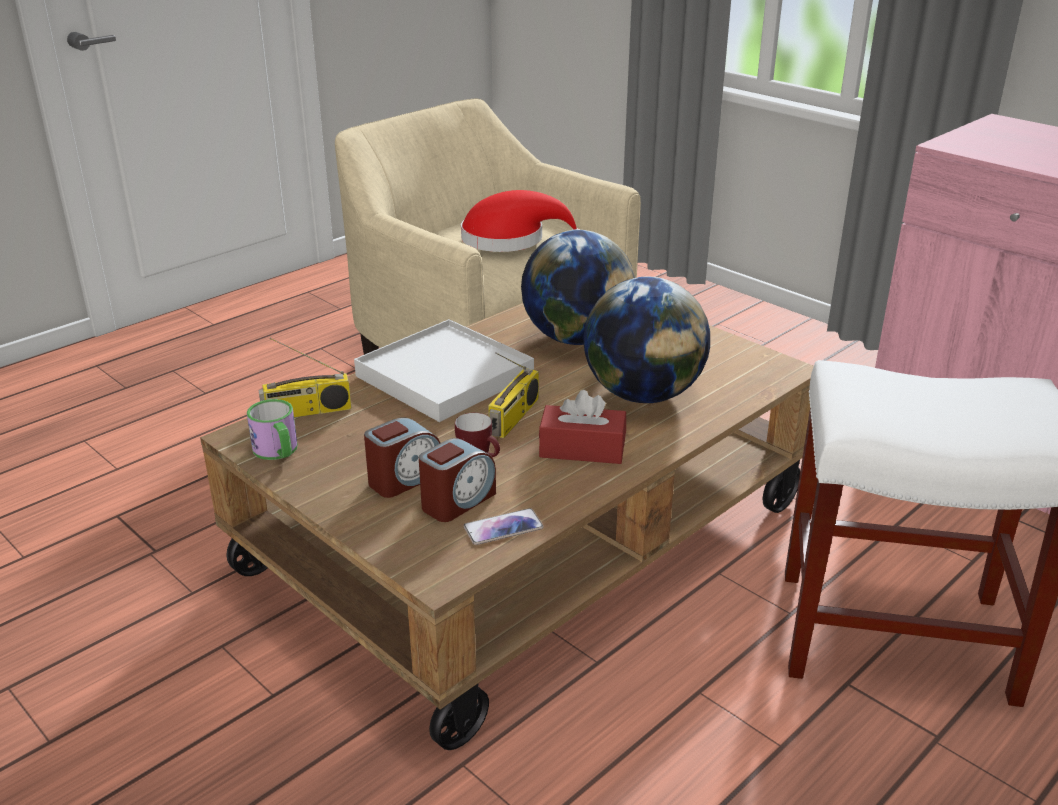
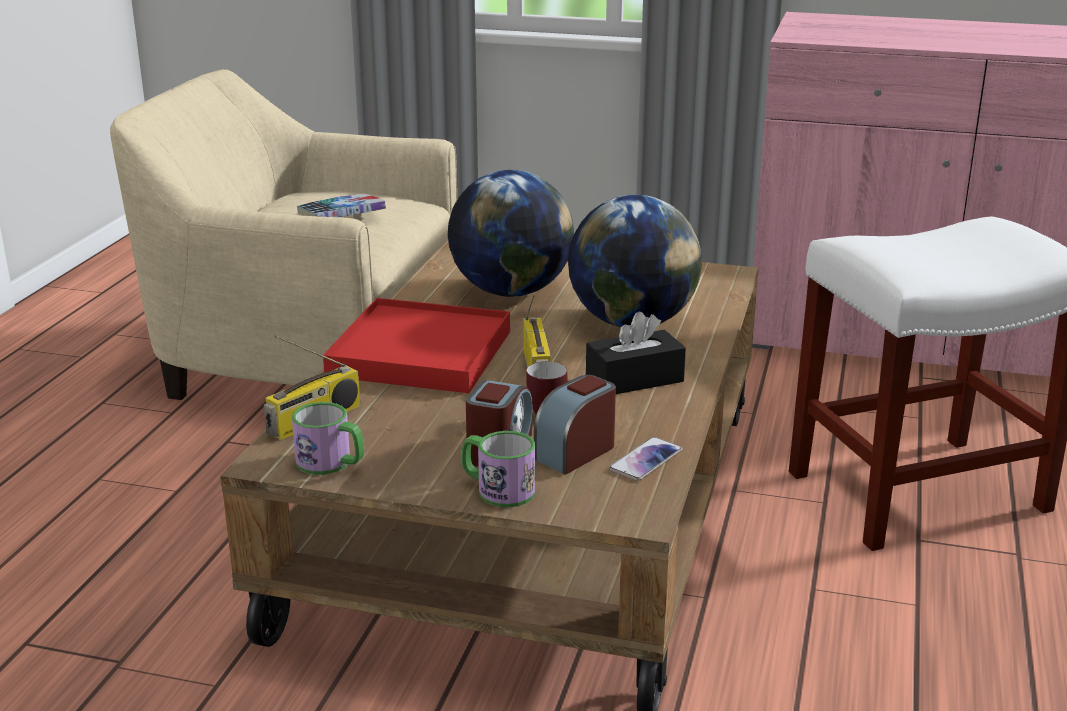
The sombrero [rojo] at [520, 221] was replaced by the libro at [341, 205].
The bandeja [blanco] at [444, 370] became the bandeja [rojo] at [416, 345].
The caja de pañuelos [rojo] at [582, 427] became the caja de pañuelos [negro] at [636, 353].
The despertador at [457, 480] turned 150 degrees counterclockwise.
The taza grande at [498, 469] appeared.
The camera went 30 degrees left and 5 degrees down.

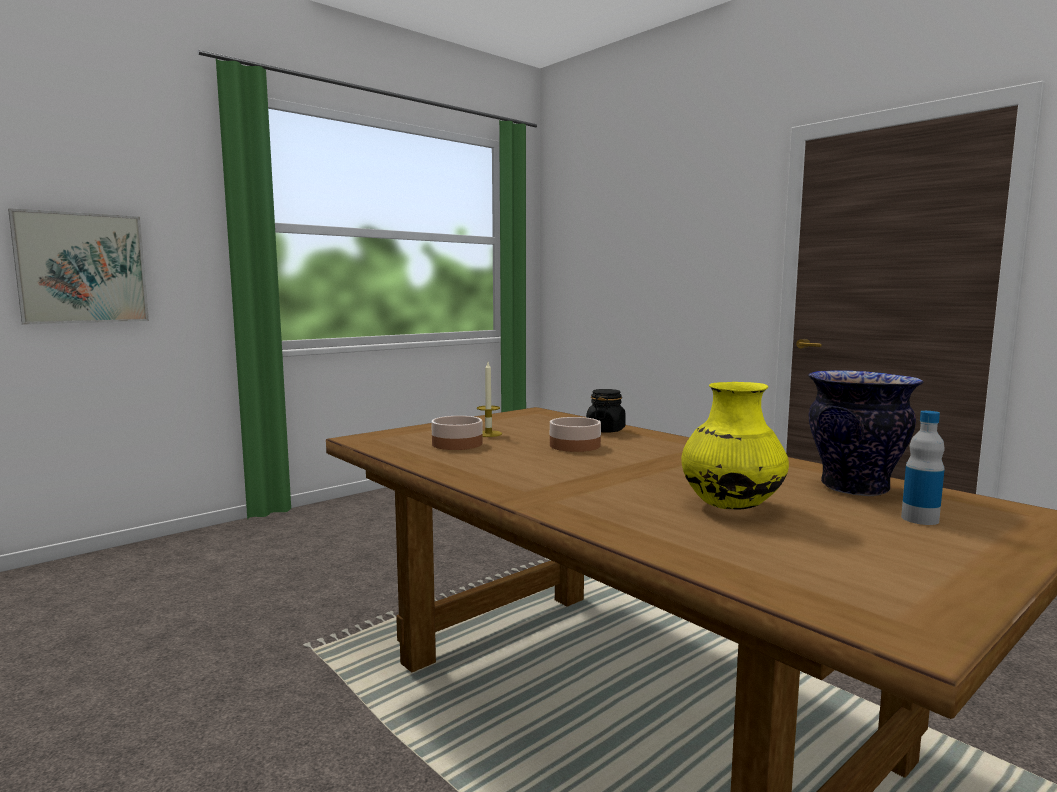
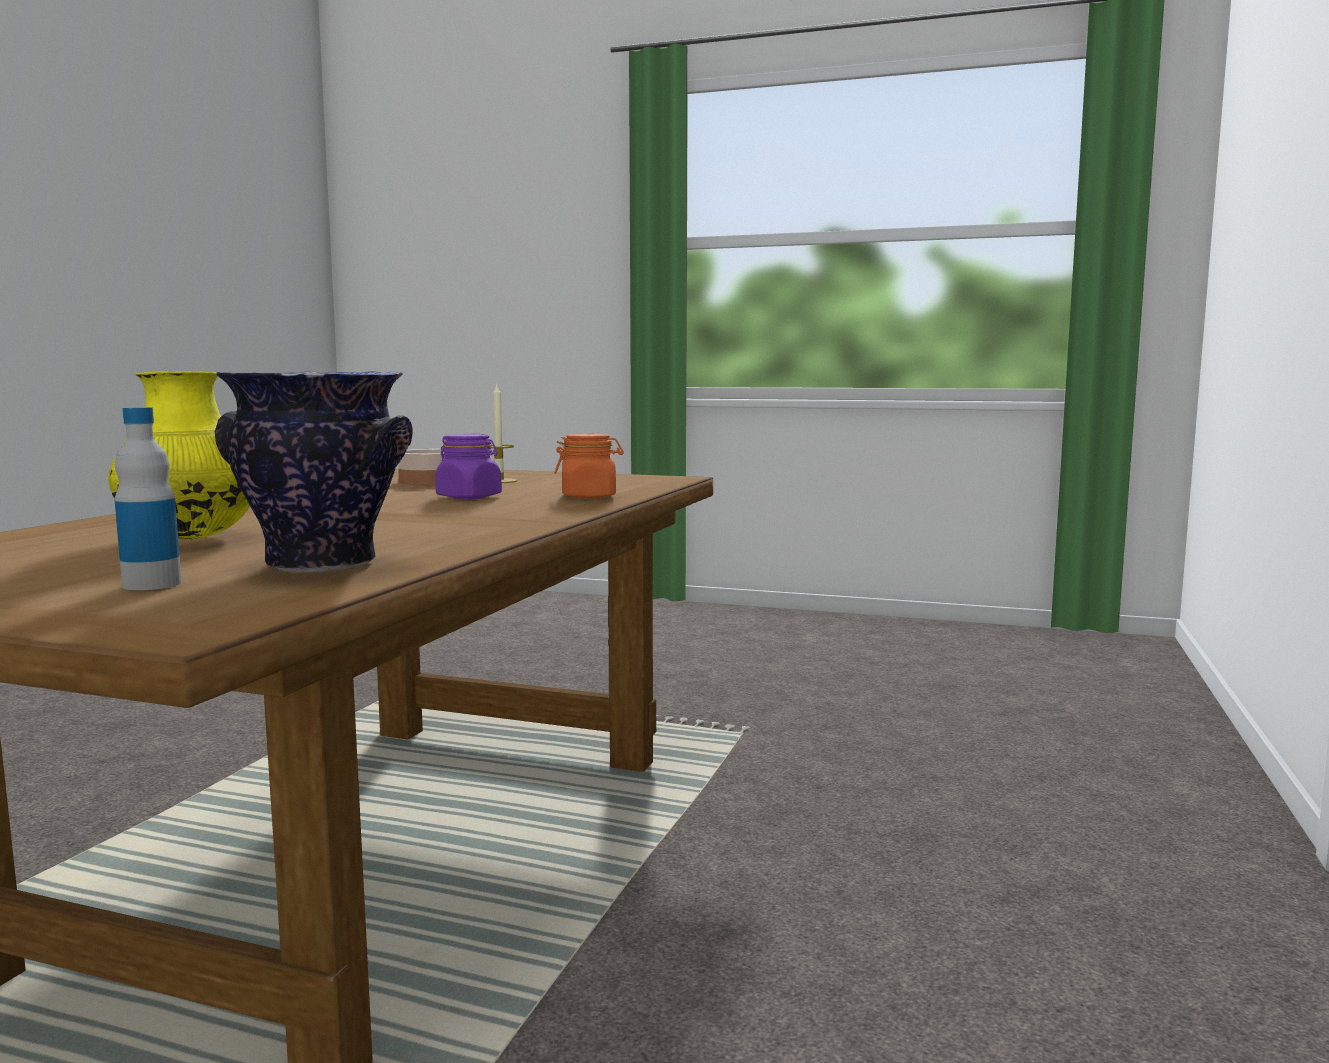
The cuadro at [78, 266] disappeared.
The tarro [negro] at [606, 411] became the tarro [naranja] at [589, 466].
The cuenco at [575, 434] was replaced by the tarro [morado] at [468, 466].
The camera went 60 degrees right and 0 degrees up.

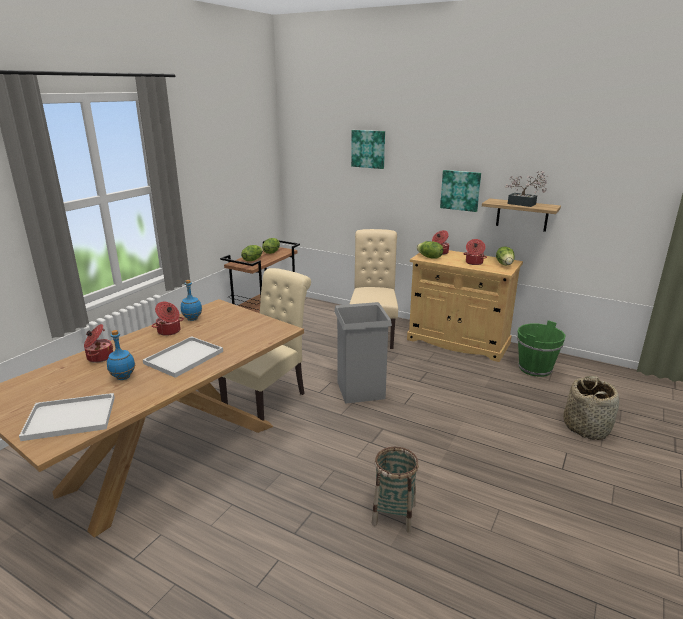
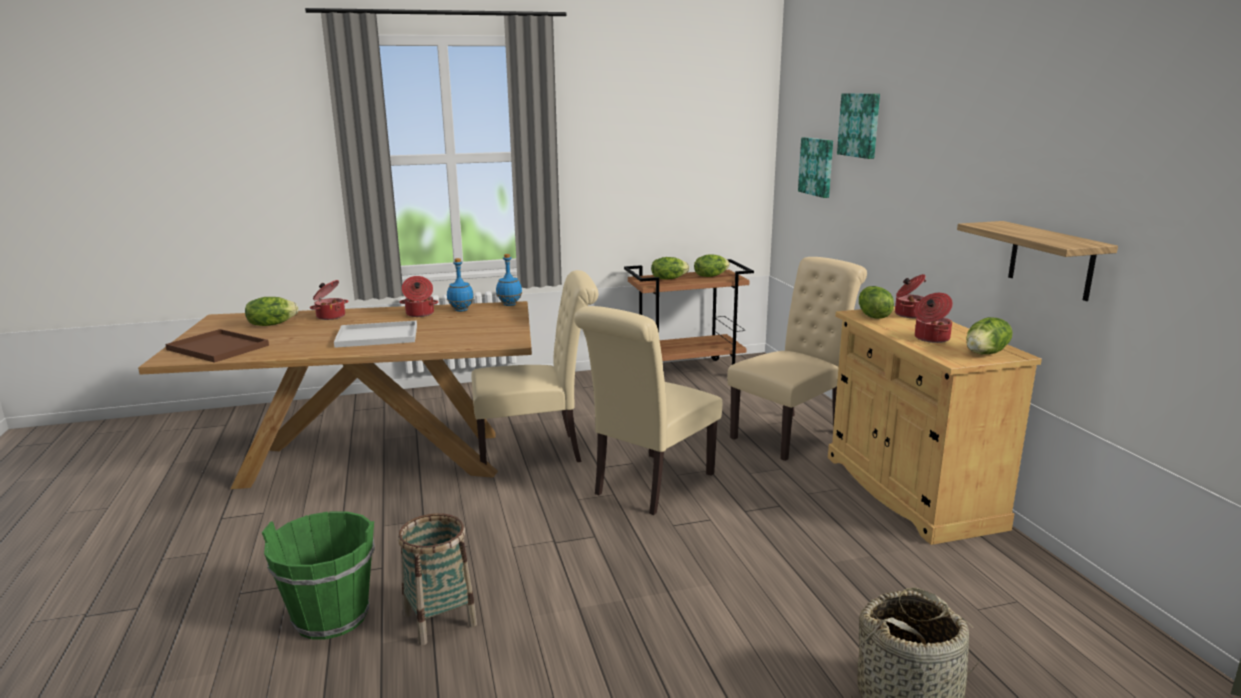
The cuadro moved from [460, 191] to [815, 167].
The planta en maceta at [527, 189] disappeared.
The papelera [gris] at [363, 352] was replaced by the silla [beis] at [648, 410].
The cubo [verde] moved from [541, 348] to [318, 575].
The botella [azul] moved from [121, 355] to [509, 280].
The bandeja [blanco] at [67, 417] became the bandeja [marrón] at [217, 346].
The lechuga at [271, 311] appeared.
The camera went 45 degrees right and 5 degrees down.

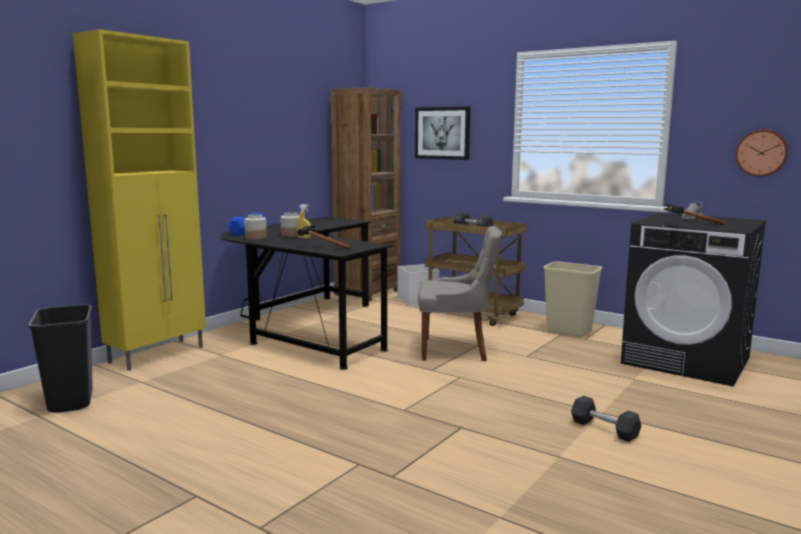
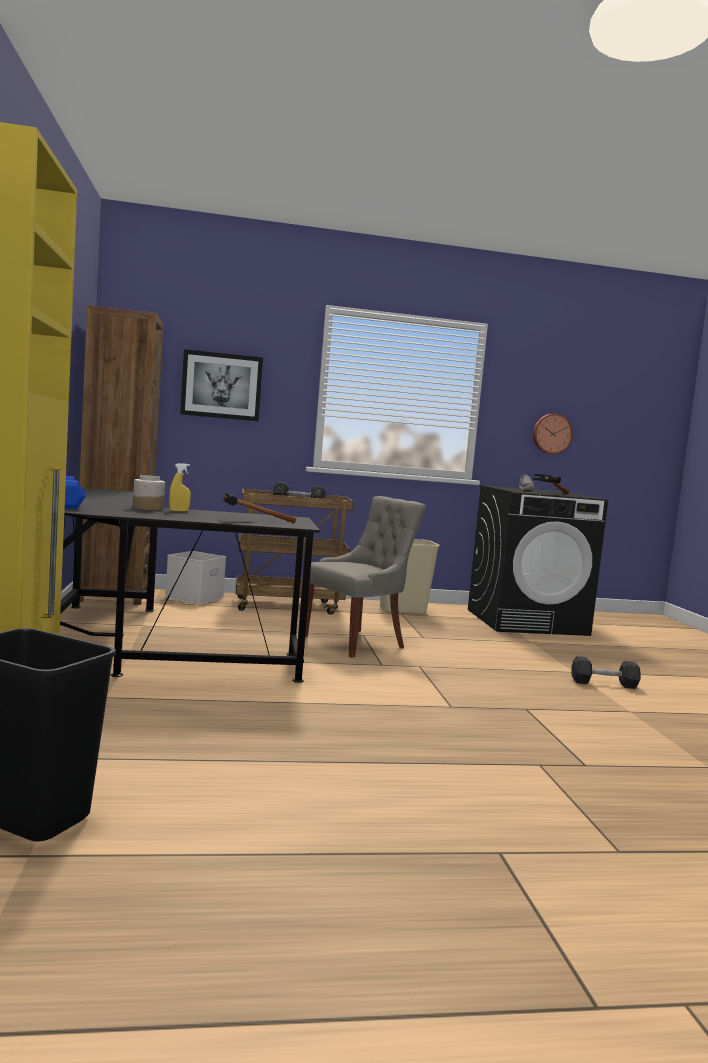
The tarro at [255, 227] disappeared.
The camera went 45 degrees left and 5 degrees down.

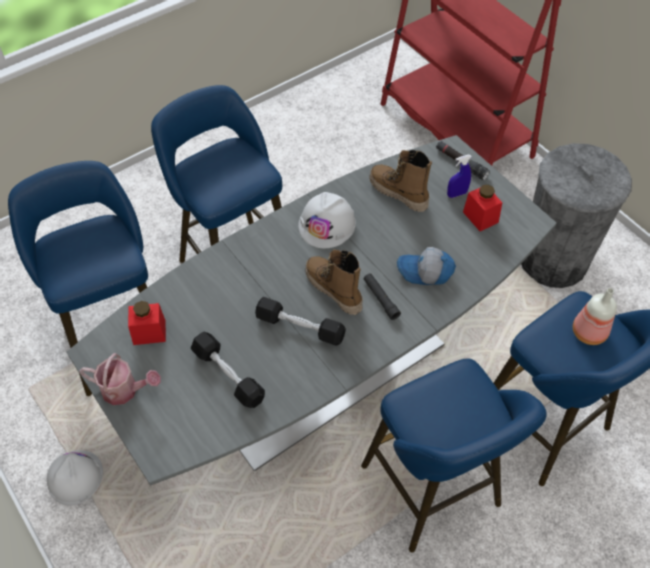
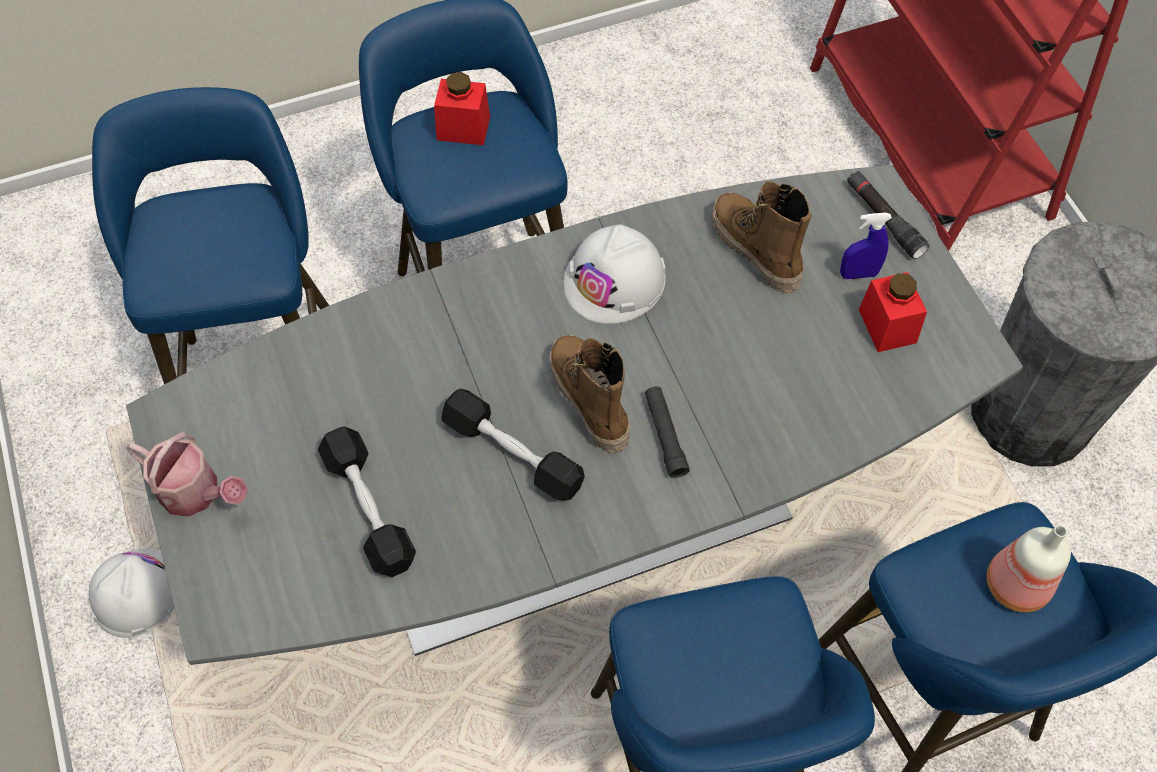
The gorra at [426, 266] disappeared.
The tarro [rojo] moved from [147, 323] to [462, 108].
The camera went 15 degrees right and 5 degrees up.

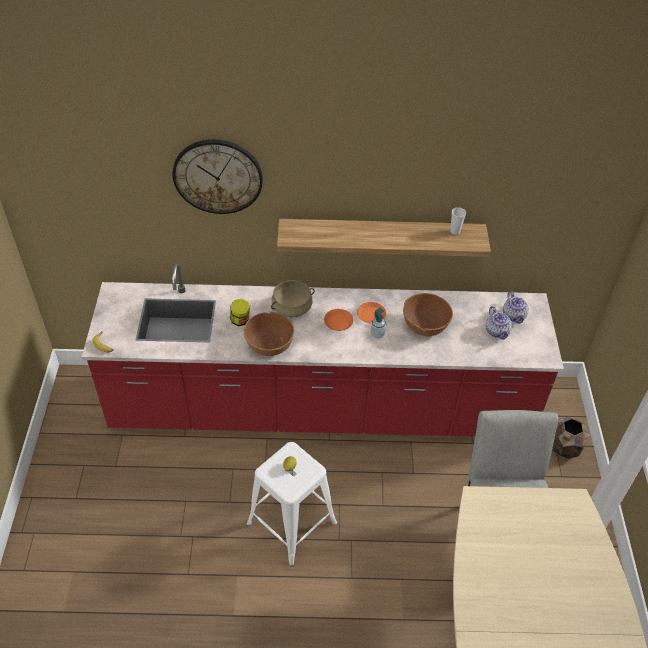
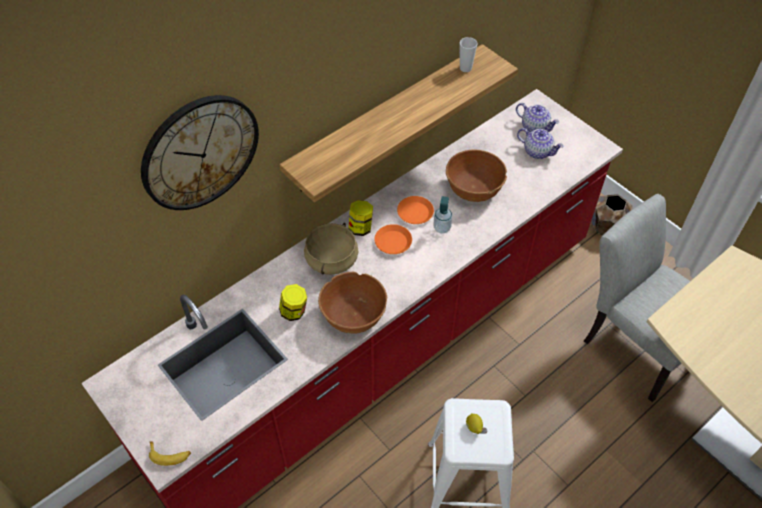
The tarro at [360, 218] appeared.
The camera went 40 degrees left and 5 degrees up.

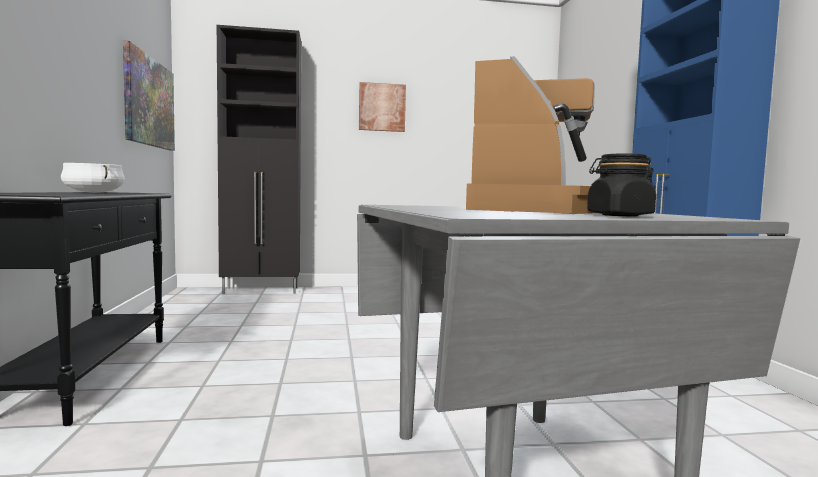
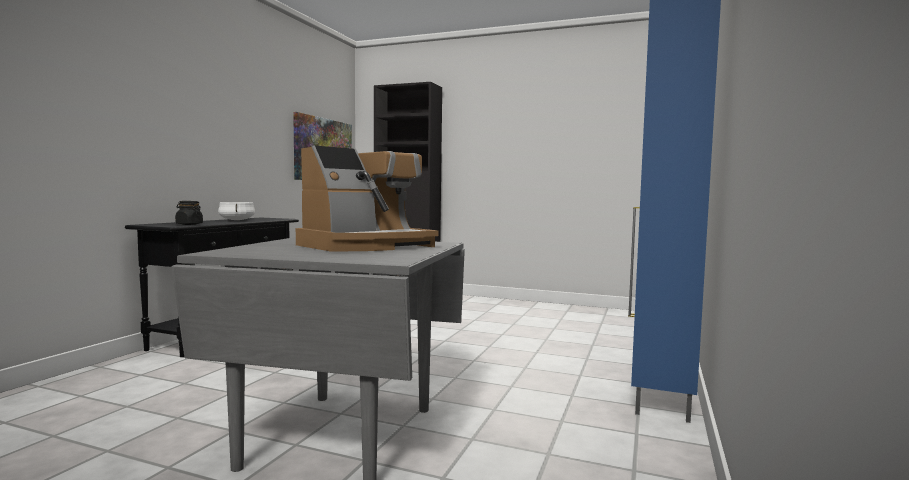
The cuadro at [382, 107] disappeared.
The tarro [negro] moved from [621, 185] to [189, 213].
The camera went 30 degrees right and 0 degrees up.

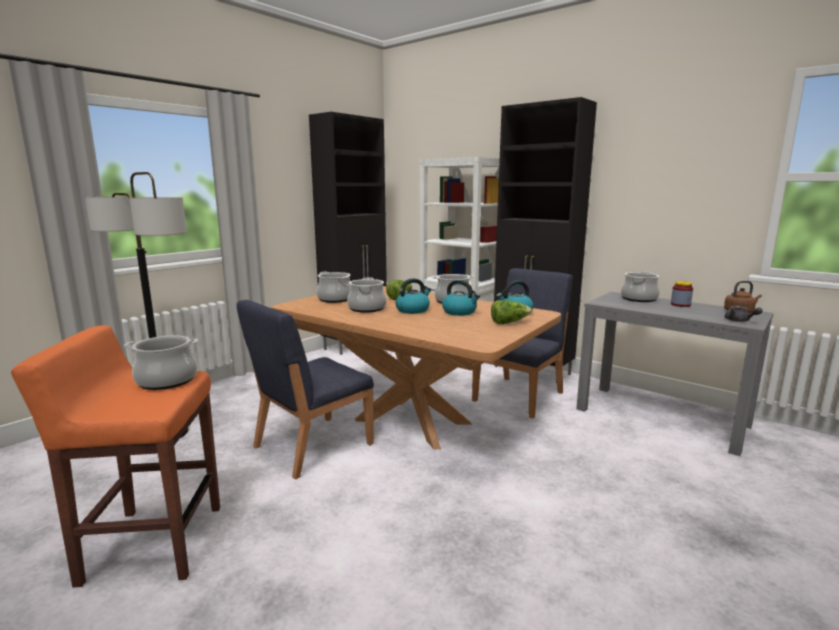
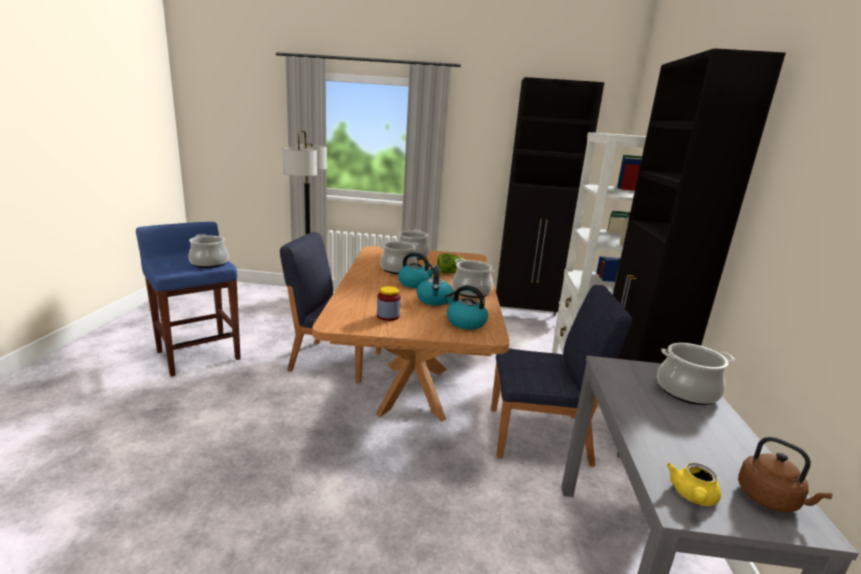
The tarro moved from [682, 294] to [389, 303].
The lechuga at [511, 312] disappeared.
The tetera [gris] at [744, 314] became the tetera [amarillo] at [694, 484].
The taburete [naranja] at [115, 456] became the taburete [azul] at [188, 299].
The camera went 55 degrees right and 5 degrees up.

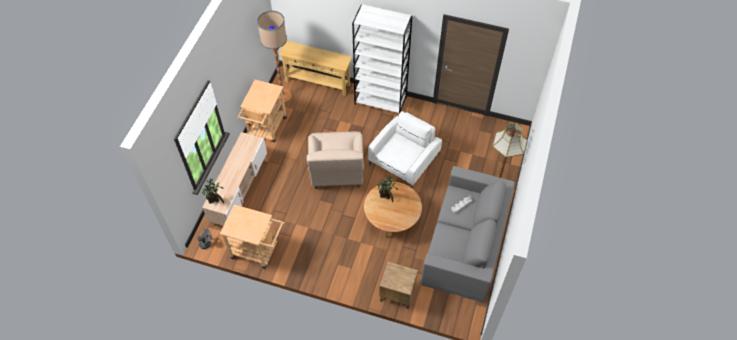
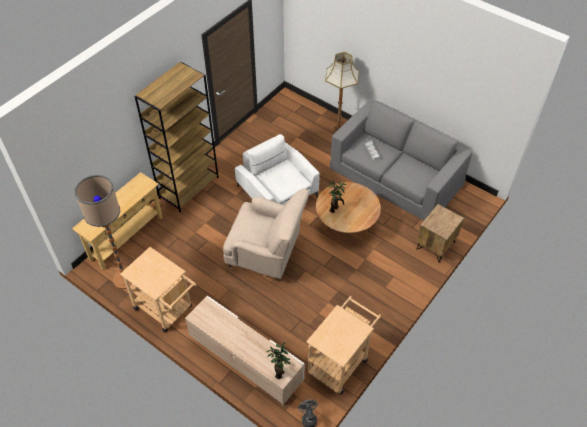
The estantería [blanco] at [382, 58] became the estantería [marrón] at [176, 137].
The camera went 70 degrees left and 5 degrees down.

